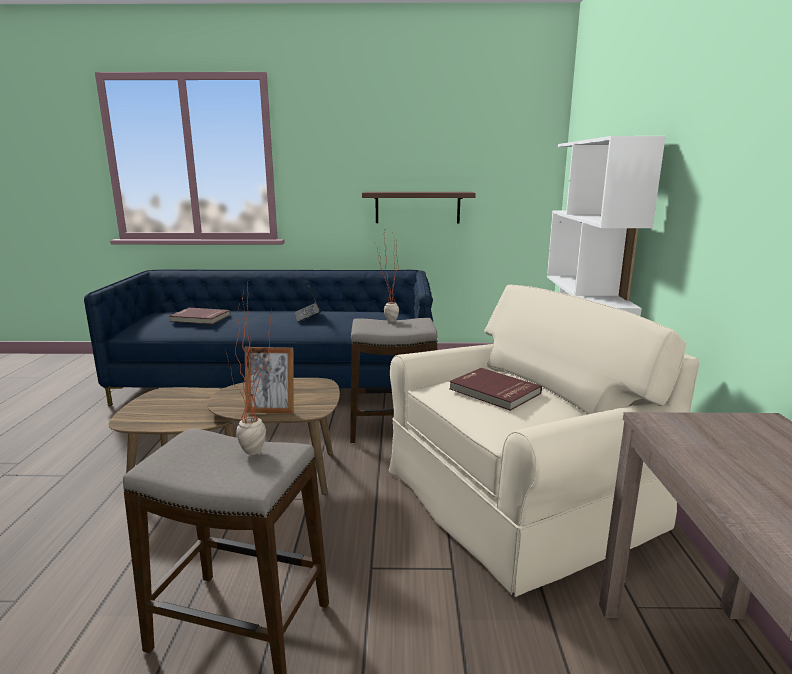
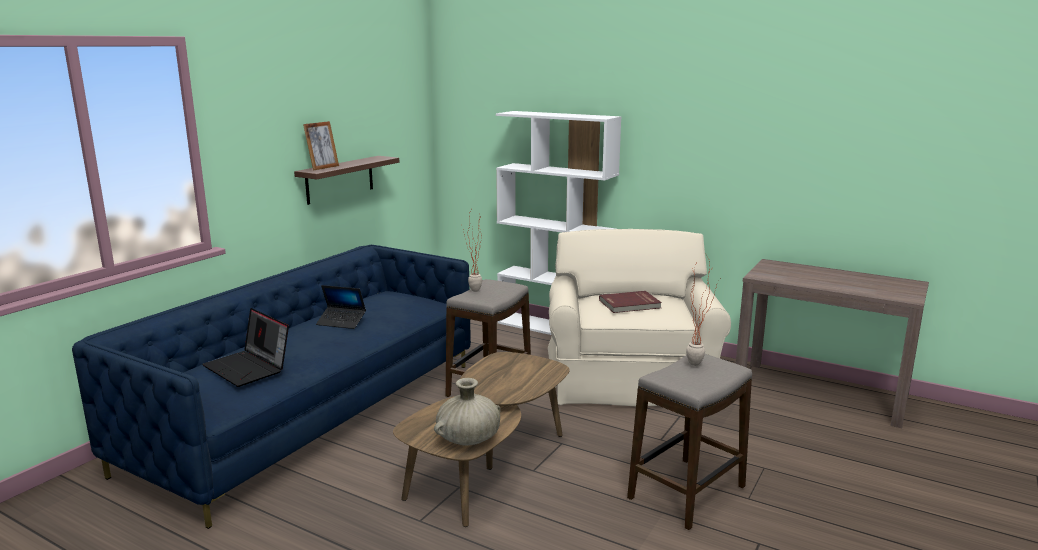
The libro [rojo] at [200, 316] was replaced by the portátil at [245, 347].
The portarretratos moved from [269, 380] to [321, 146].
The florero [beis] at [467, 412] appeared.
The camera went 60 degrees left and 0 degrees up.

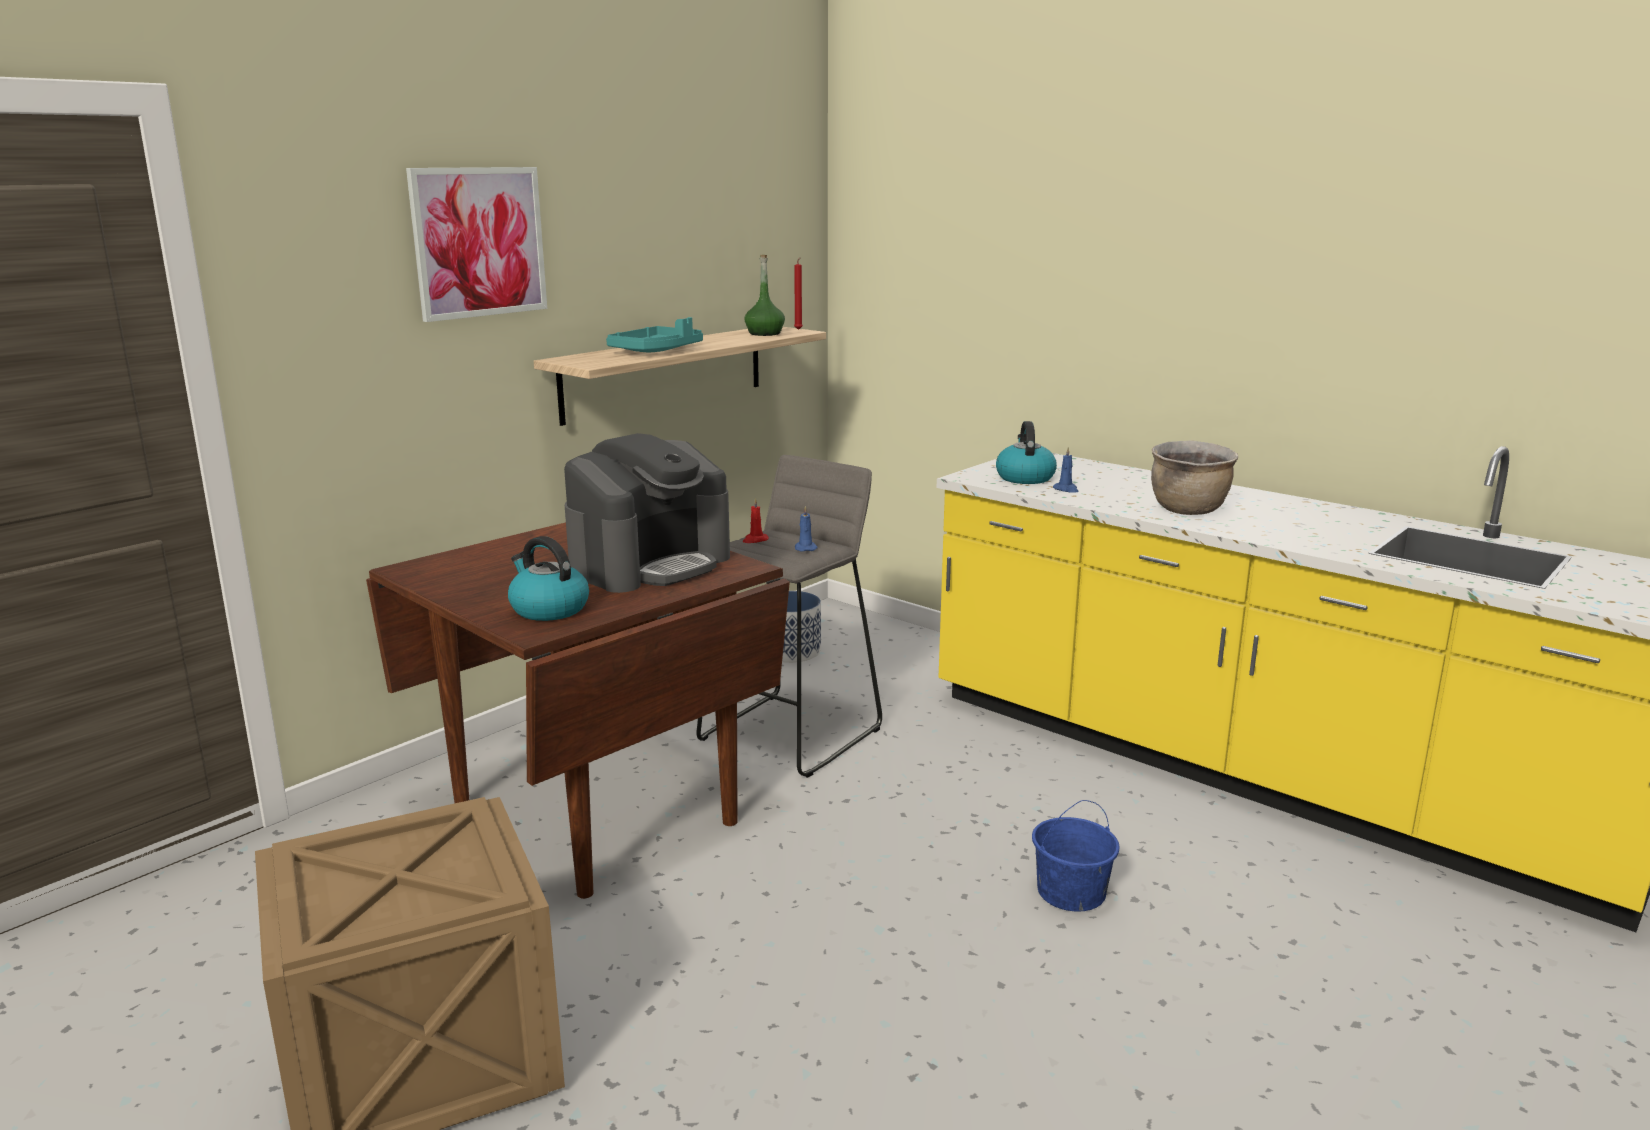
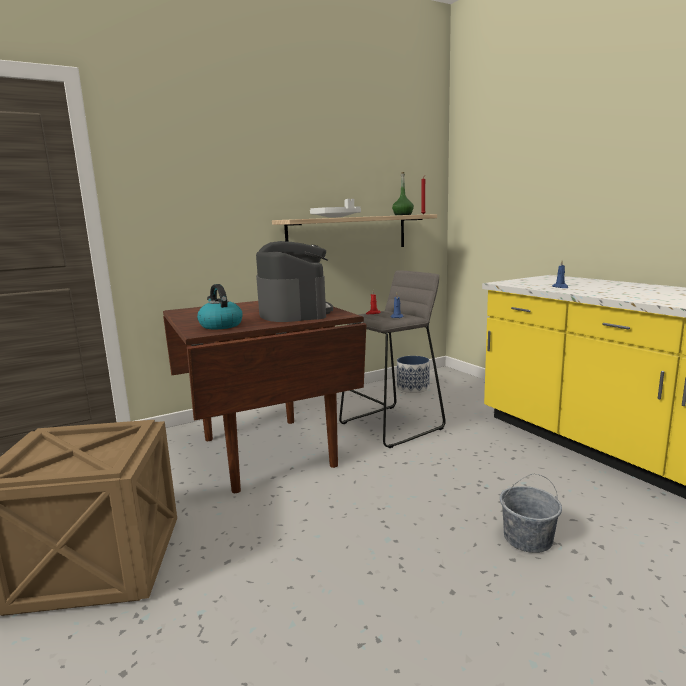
The cuadro at [476, 244] disappeared.
The bandeja [turquesa] at [654, 334] became the bandeja [blanco] at [335, 208].
The hervidor at [1026, 452] disappeared.
The cafetera at [647, 513] turned 75 degrees counterclockwise.
The olla [marrón] at [1194, 477] disappeared.
The cubo [azul] at [1075, 856] became the cubo [gris] at [531, 513].
The camera went 20 degrees right and 5 degrees down.

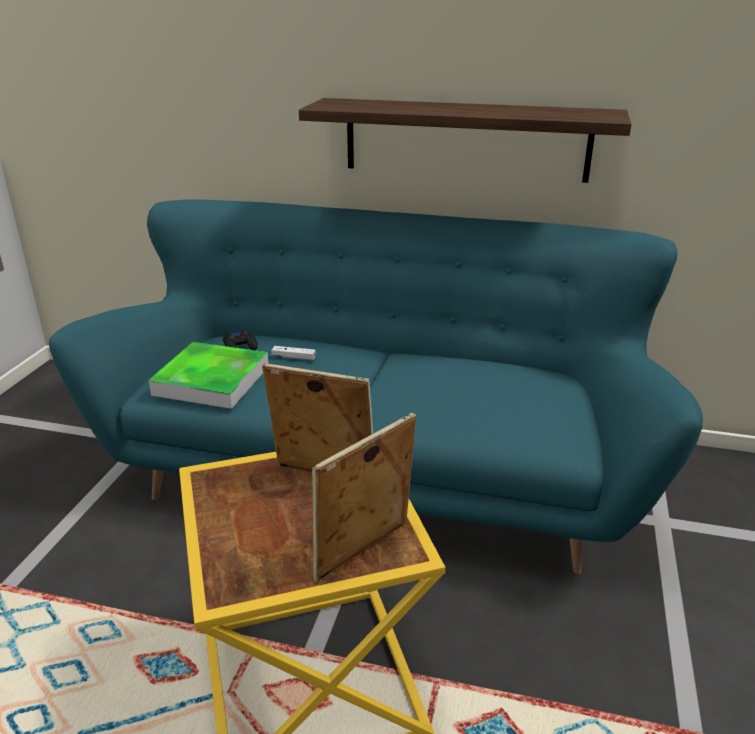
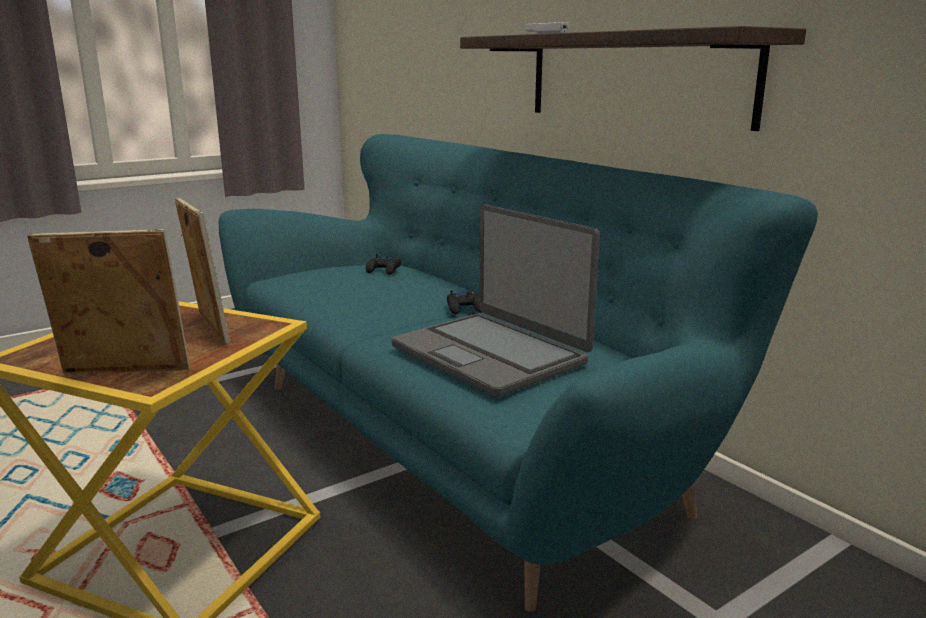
The bandeja at [208, 375] disappeared.
The mando de consola [blanco] moved from [294, 353] to [547, 28].
The portátil at [496, 300] appeared.
The mando de consola [negro] at [464, 302] appeared.
The camera went 40 degrees right and 10 degrees down.

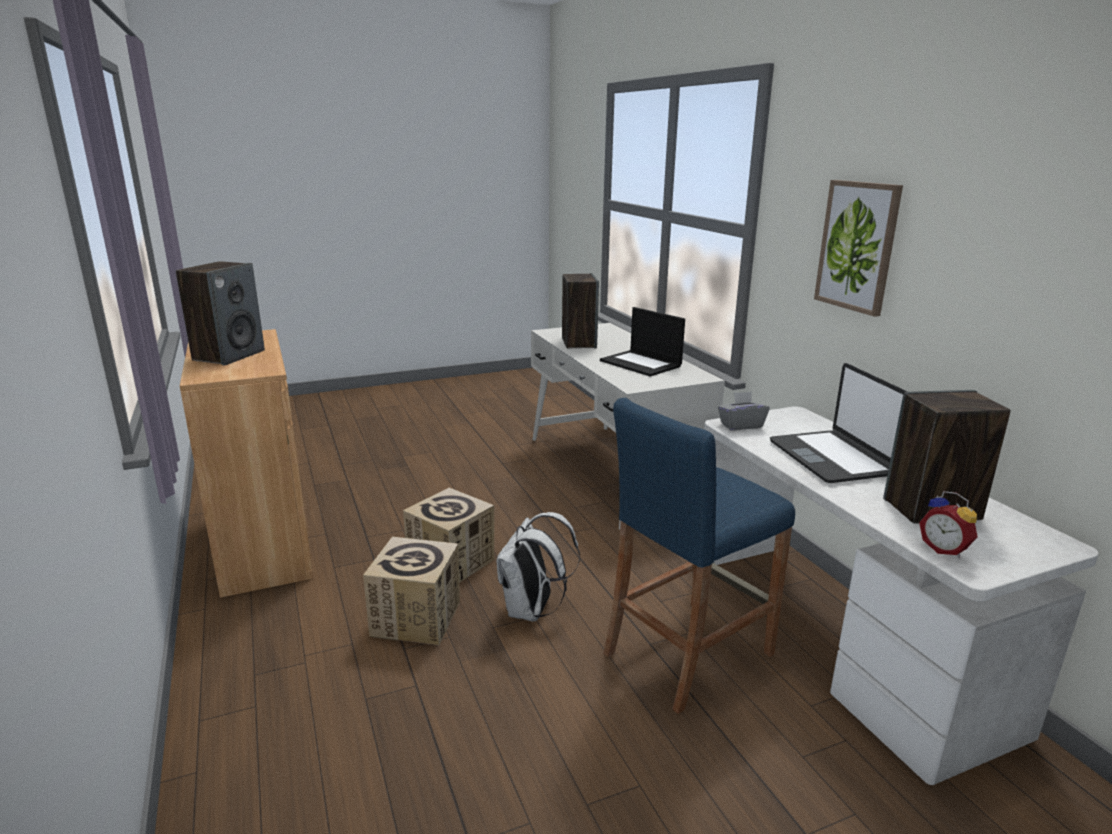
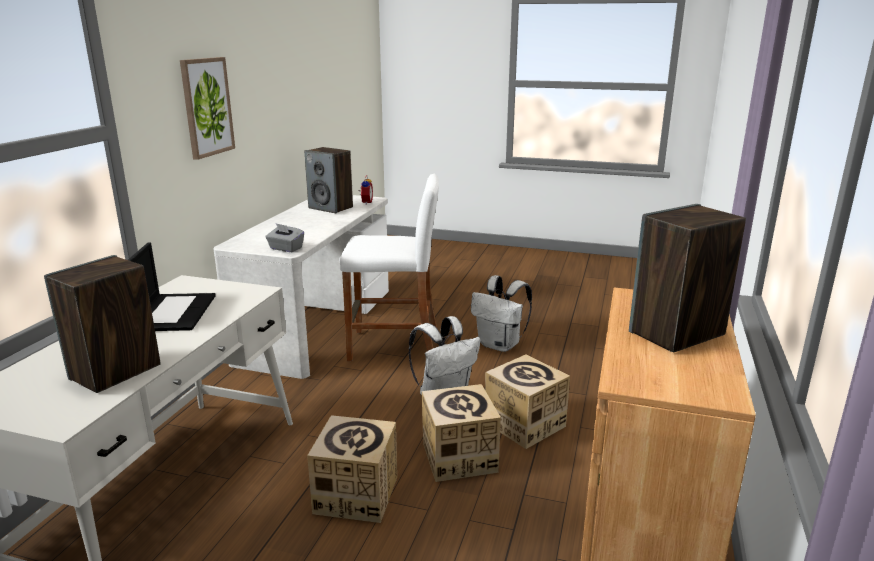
The portátil at [839, 423] disappeared.
The taburete [azul] at [699, 555] became the taburete [blanco] at [389, 268].
The mochila [blanco] at [501, 313] appeared.
The caja de cartón at [352, 469] appeared.
The camera went 140 degrees left and 0 degrees up.

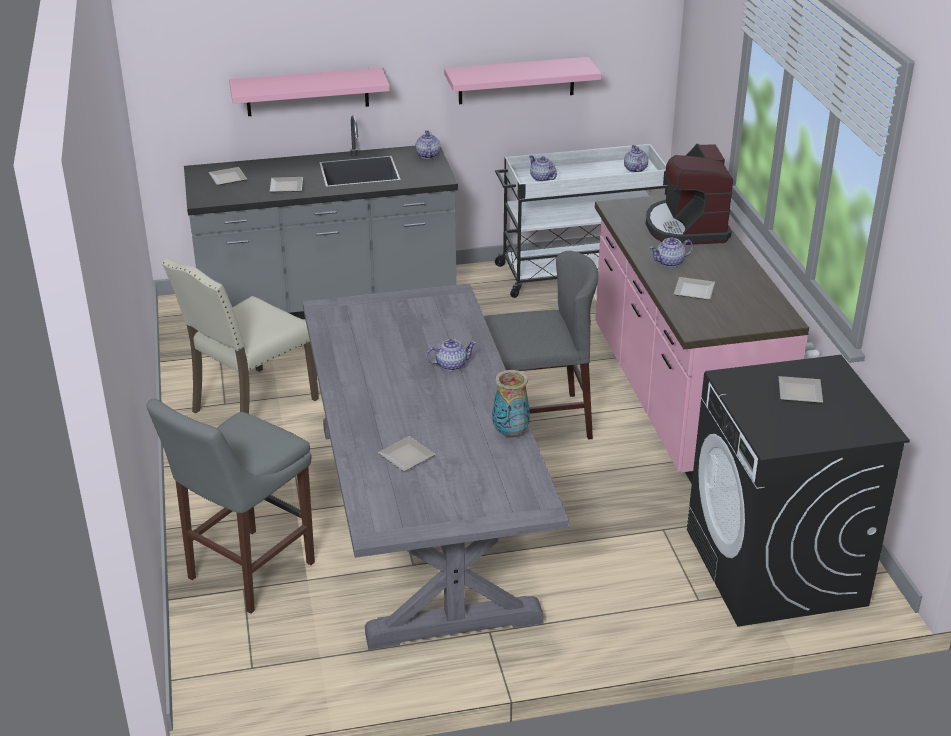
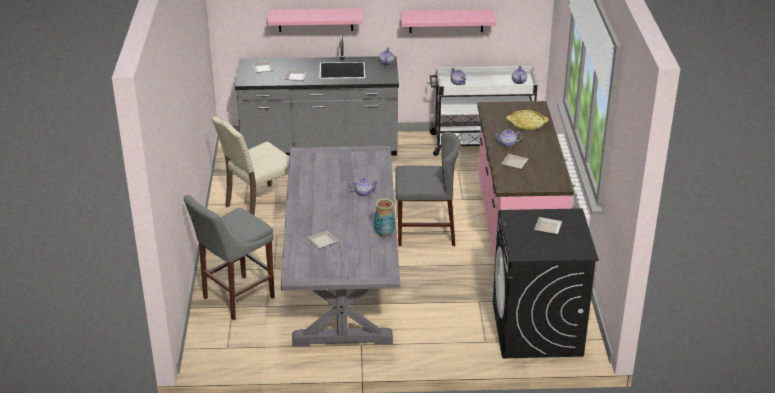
The cafetera at [689, 194] was replaced by the bandeja [amarillo] at [527, 120].
The camera went 10 degrees right and 0 degrees up.

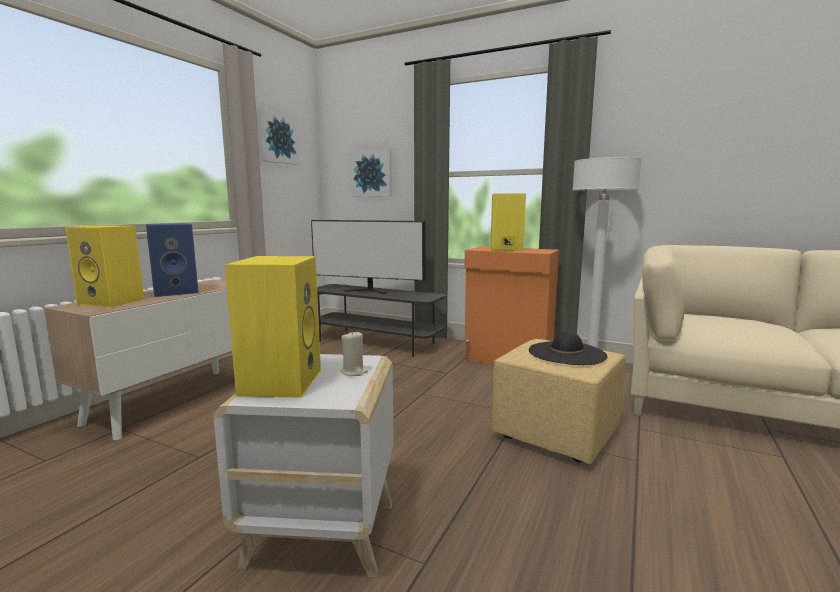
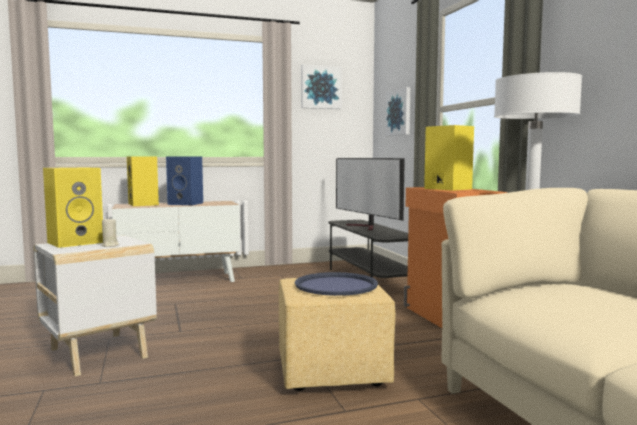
The sombrero [negro] at [568, 348] was replaced by the bandeja [azul] at [336, 284].
The camera went 45 degrees right and 5 degrees down.

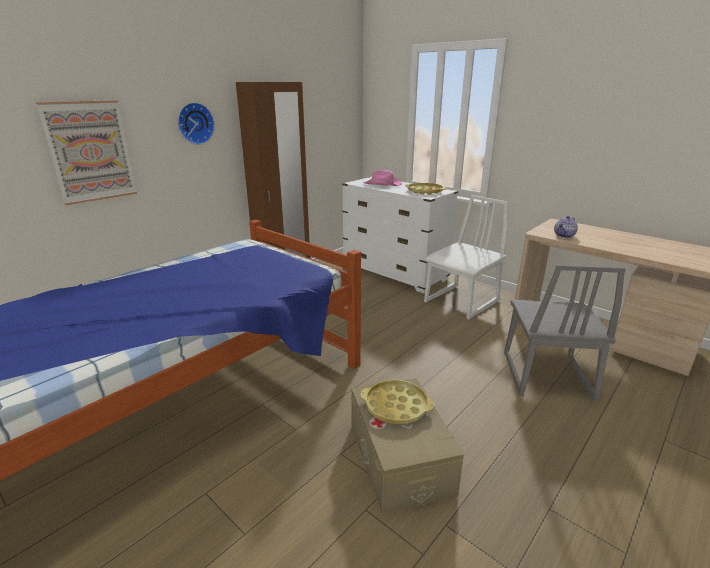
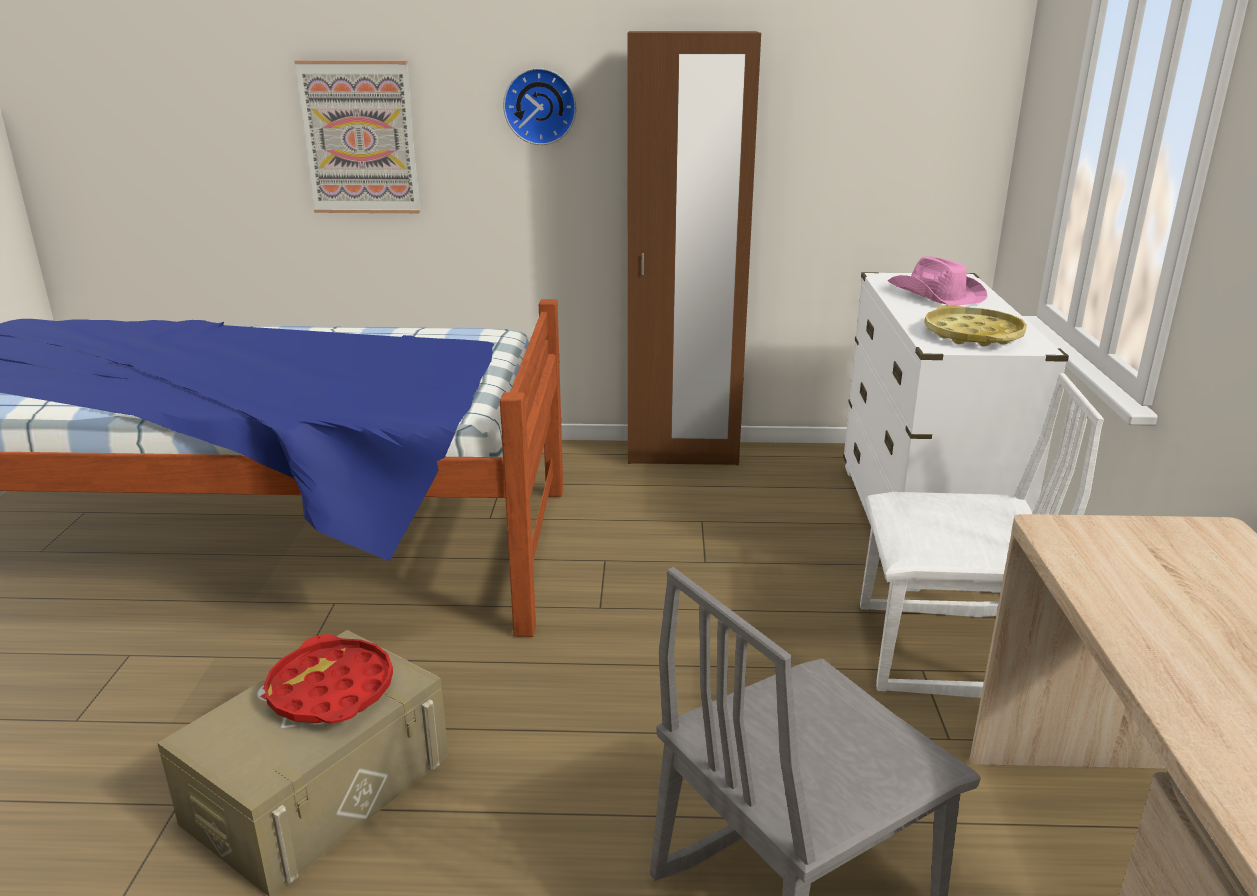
The tetera at [566, 227] disappeared.
The bandeja [amarillo] at [397, 402] became the bandeja [rojo] at [328, 679].
The camera went 50 degrees right and 0 degrees up.

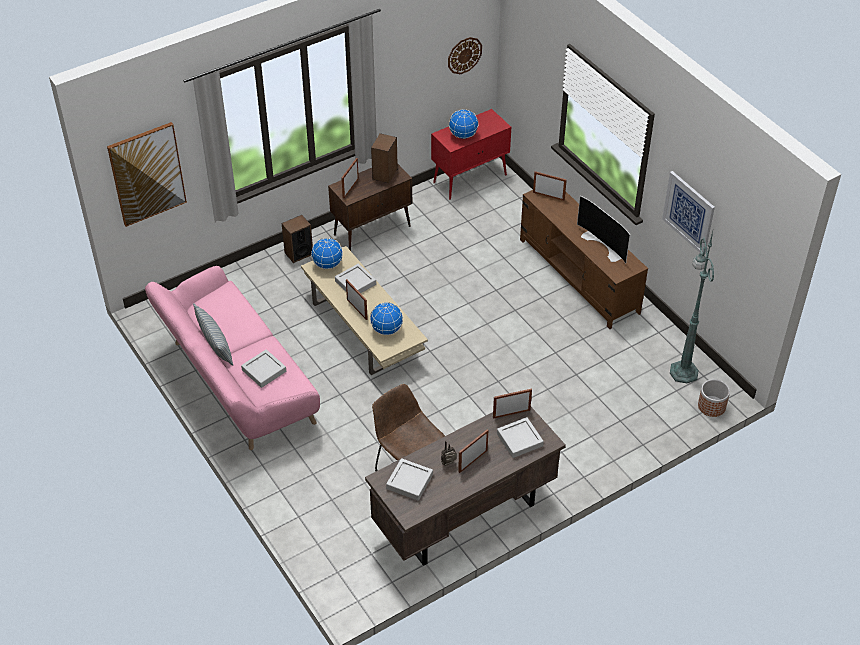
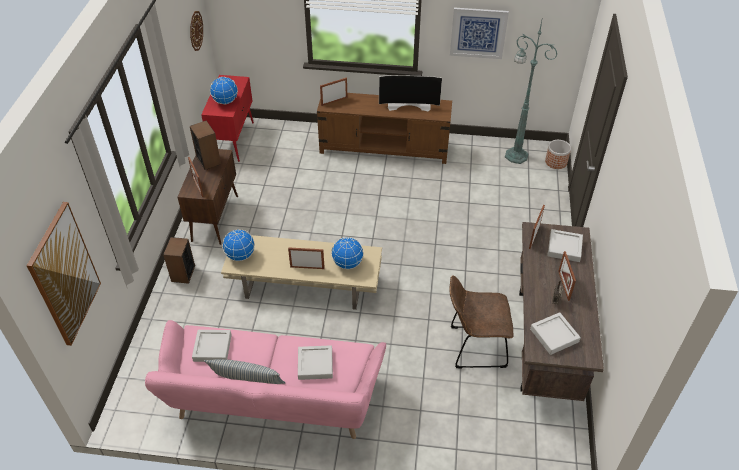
The bandeja [gris] moved from [355, 278] to [212, 346].
The camera went 50 degrees left and 0 degrees up.

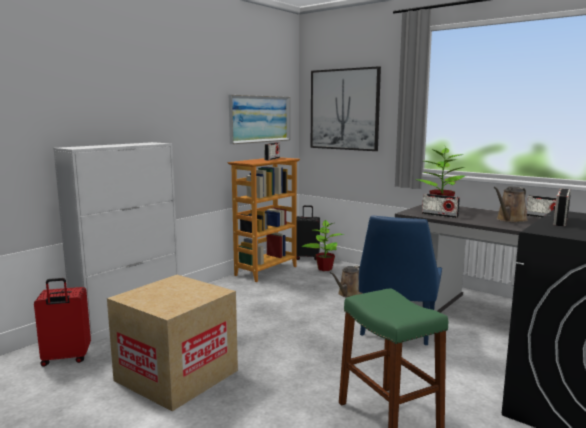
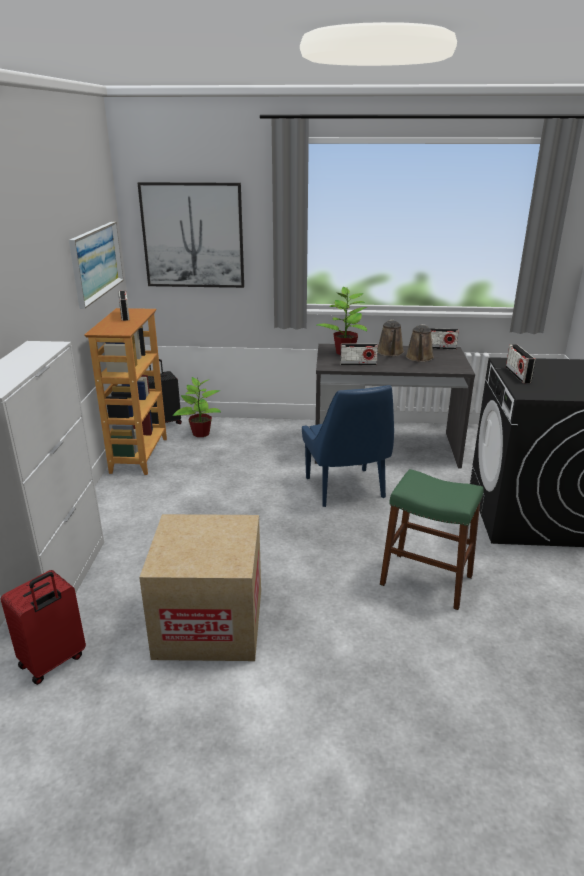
The regadera [marrón] moved from [346, 282] to [391, 338].
The camera went 35 degrees left and 15 degrees up.

